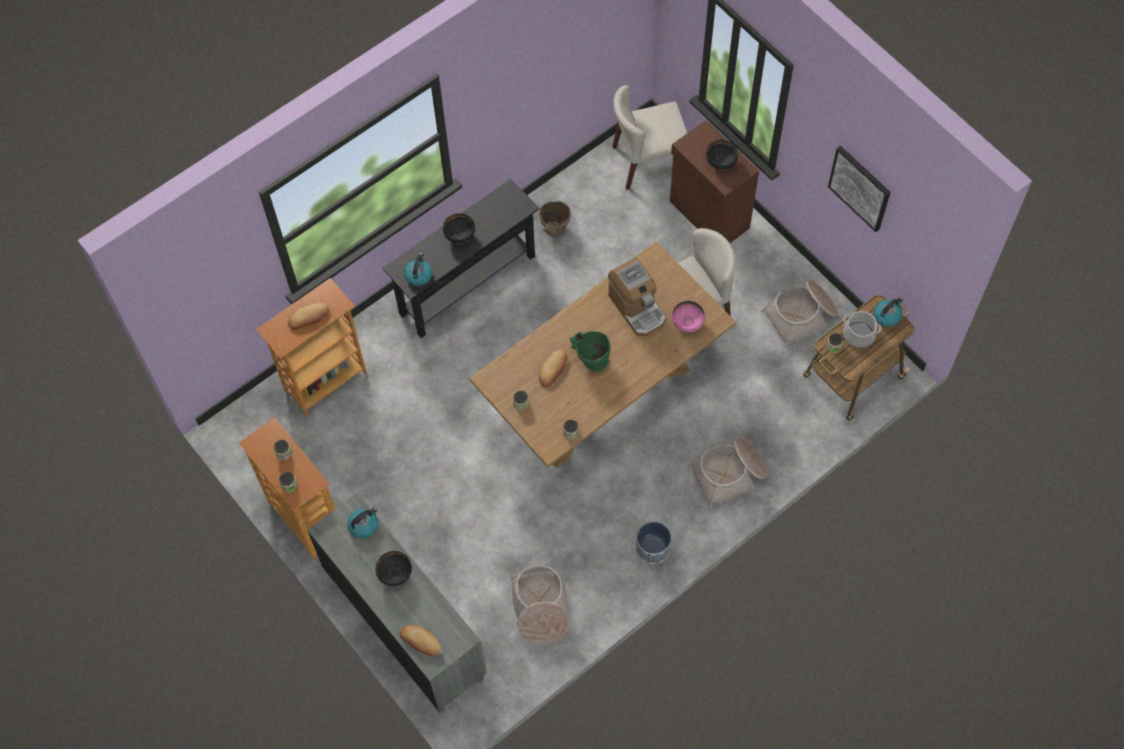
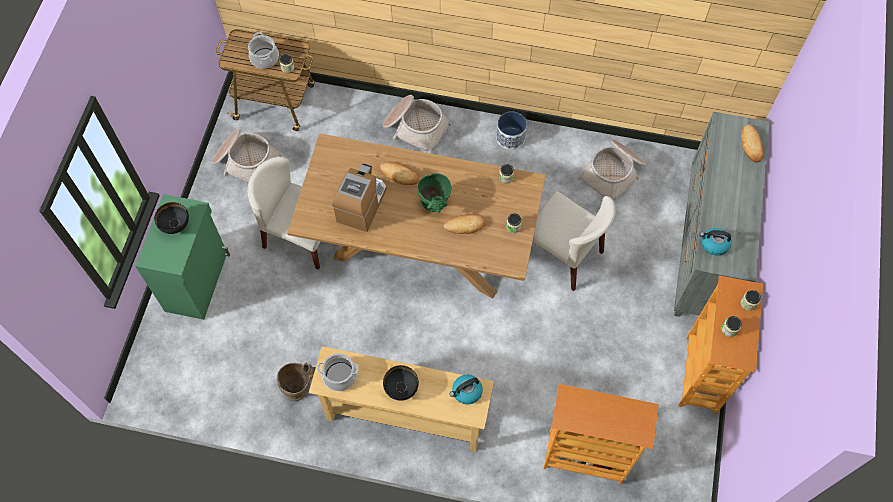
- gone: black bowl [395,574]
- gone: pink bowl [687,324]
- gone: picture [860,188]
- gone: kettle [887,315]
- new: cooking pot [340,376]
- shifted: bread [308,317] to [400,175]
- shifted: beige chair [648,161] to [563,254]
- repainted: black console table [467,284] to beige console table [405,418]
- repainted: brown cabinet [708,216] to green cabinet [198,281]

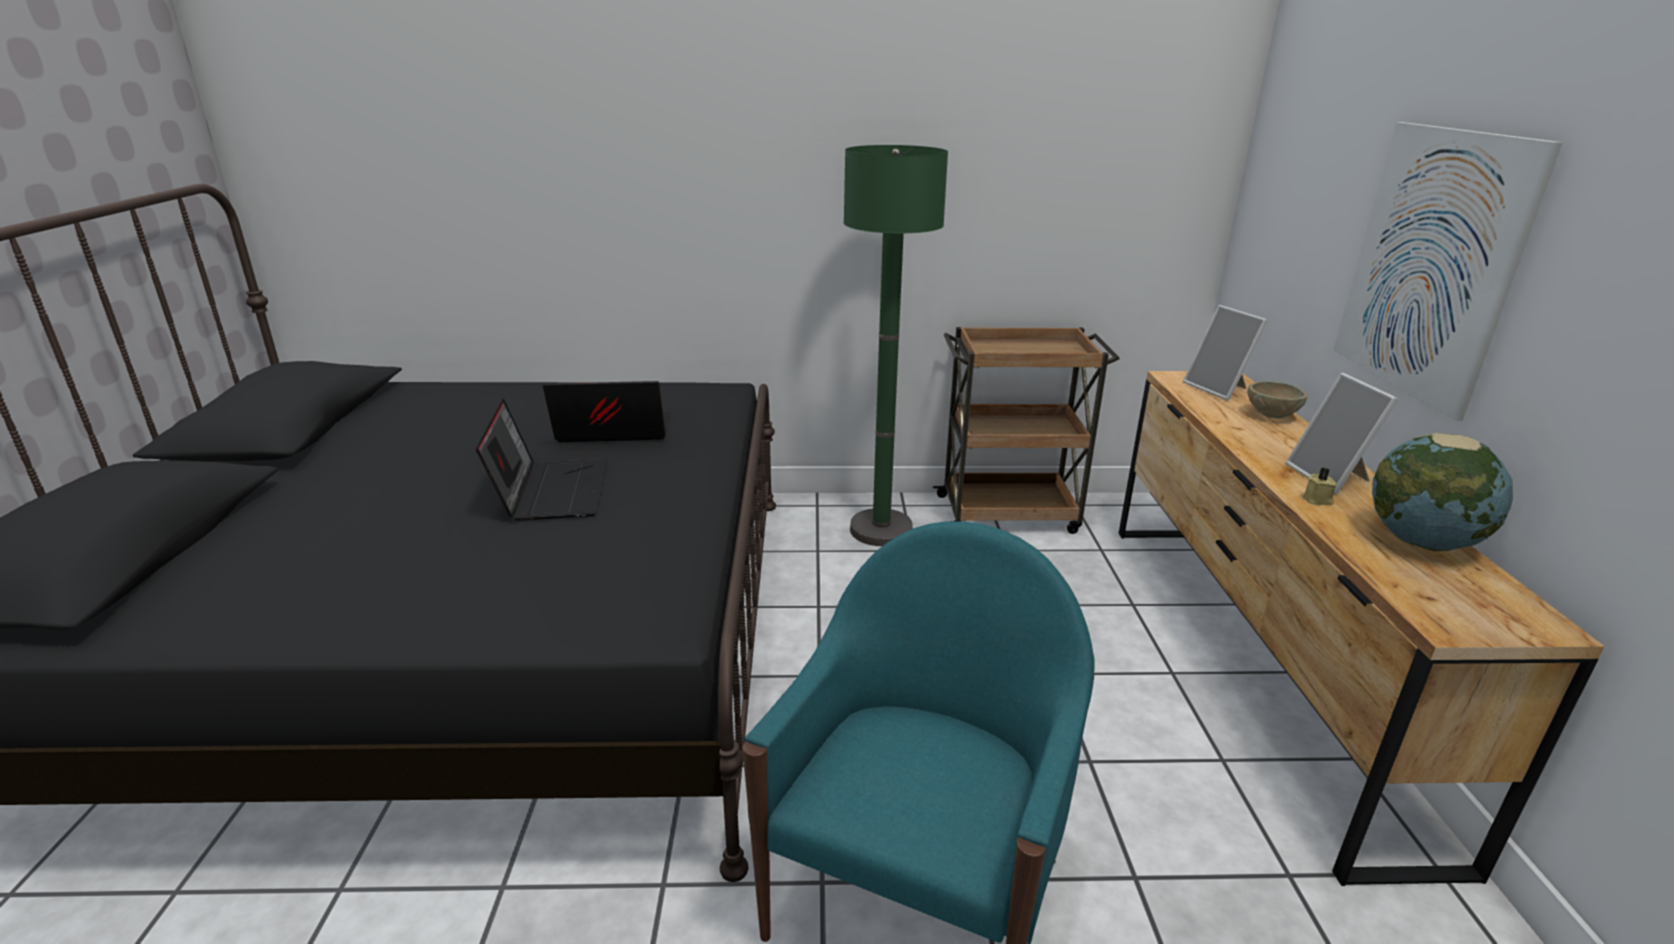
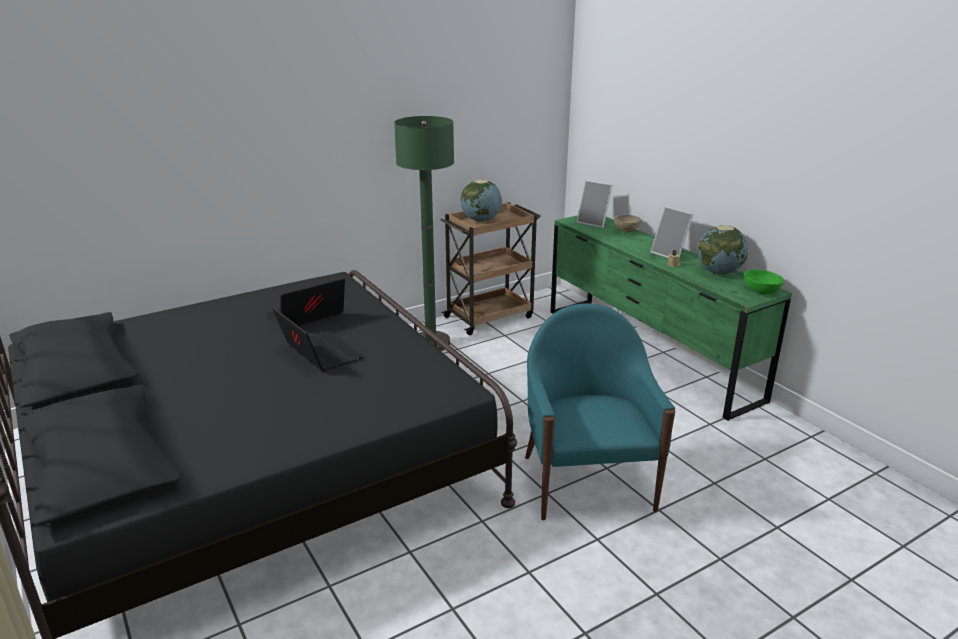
- gone: picture [1431,264]
- new: globe [481,220]
- new: green bowl [761,291]
- repainted: brown dresser [1252,662] to green dresser [647,352]

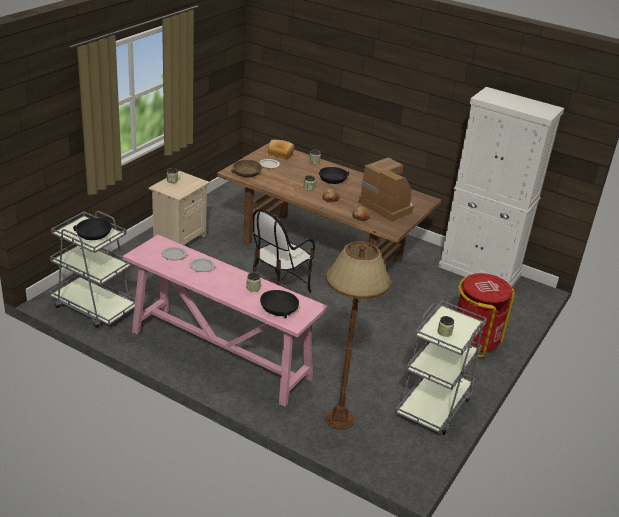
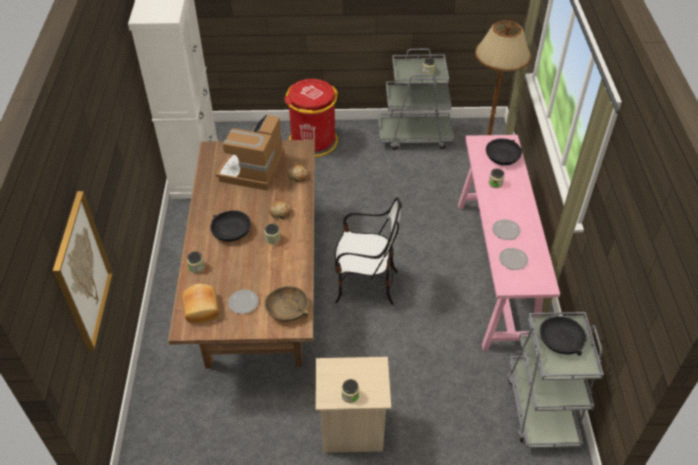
- new: picture [82,272]

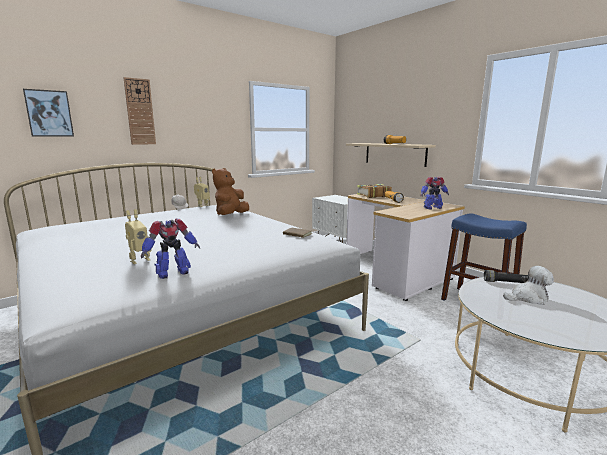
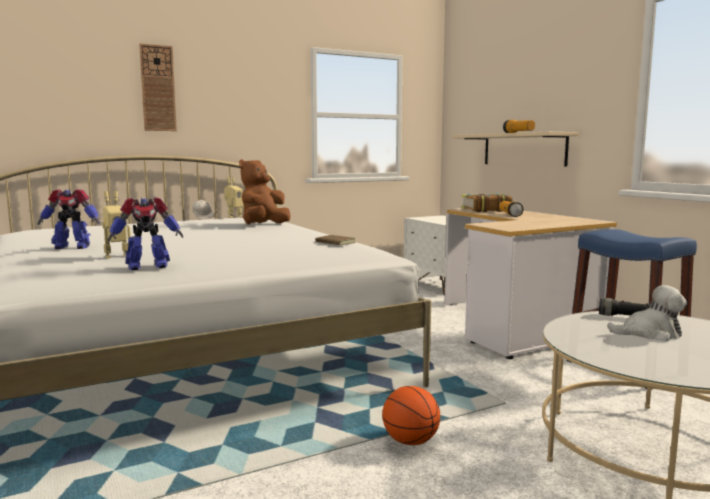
- gone: picture [49,113]
- new: basketball [410,441]
- shifted: toy robot [432,208] to [72,247]

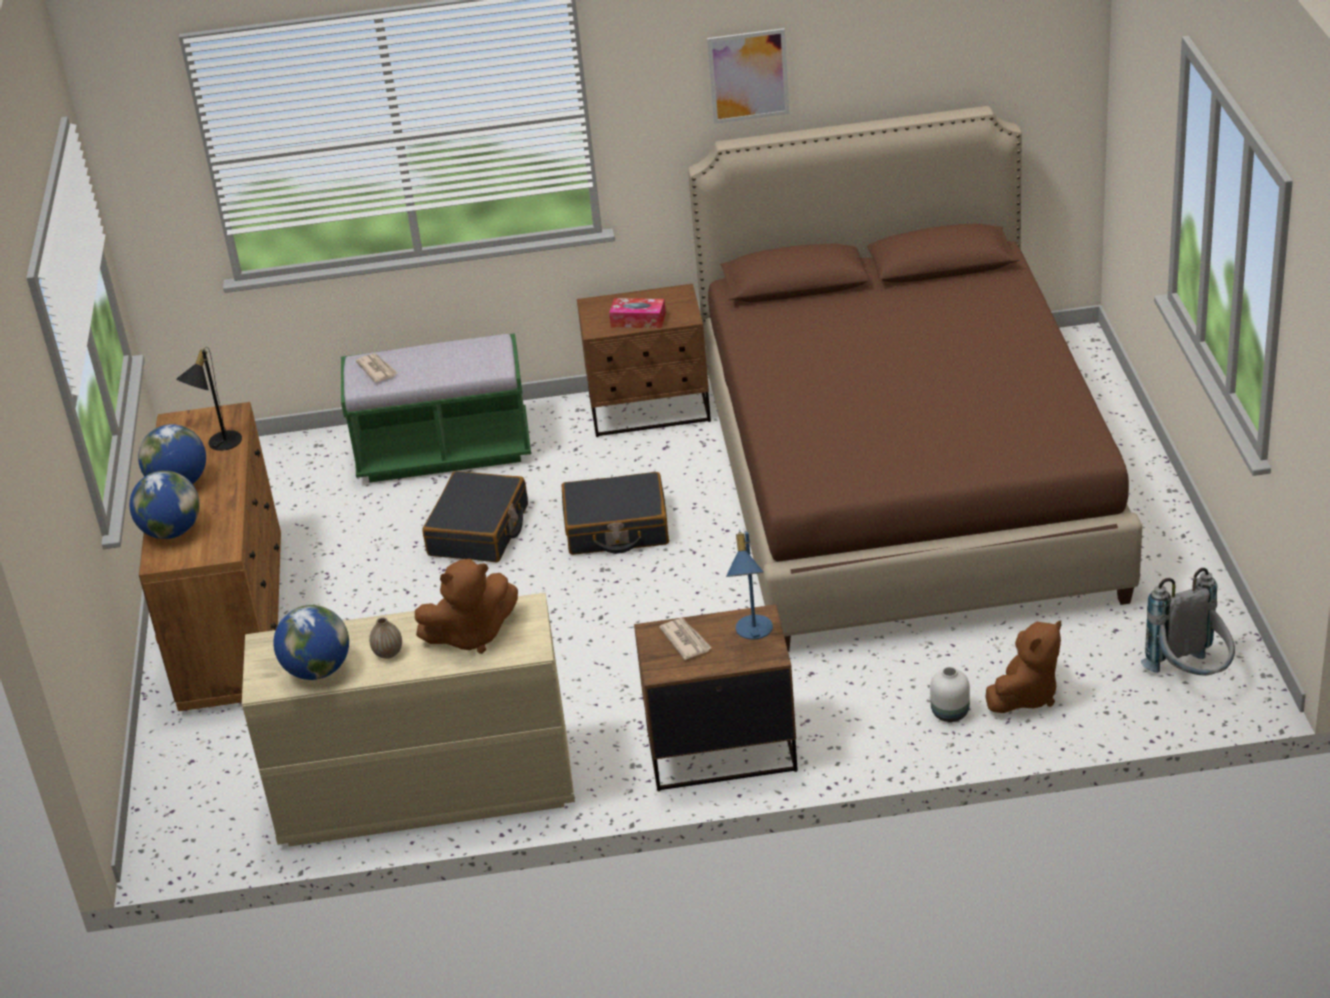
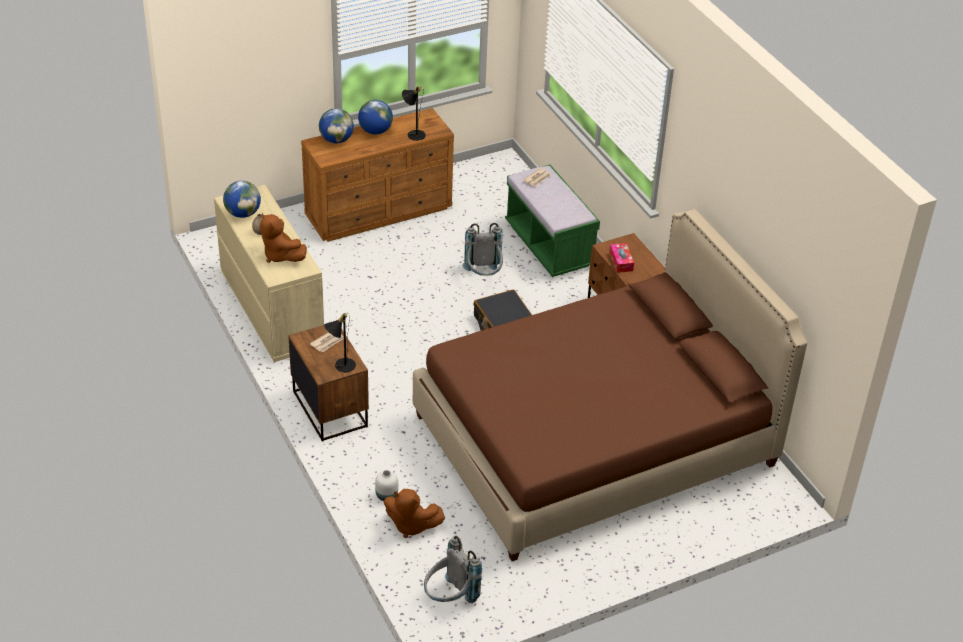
- gone: picture [748,75]
- swapped: black suitcase [479,531] to grey backpack [483,277]
- repainted: blue table lamp [752,632] to black table lamp [341,365]

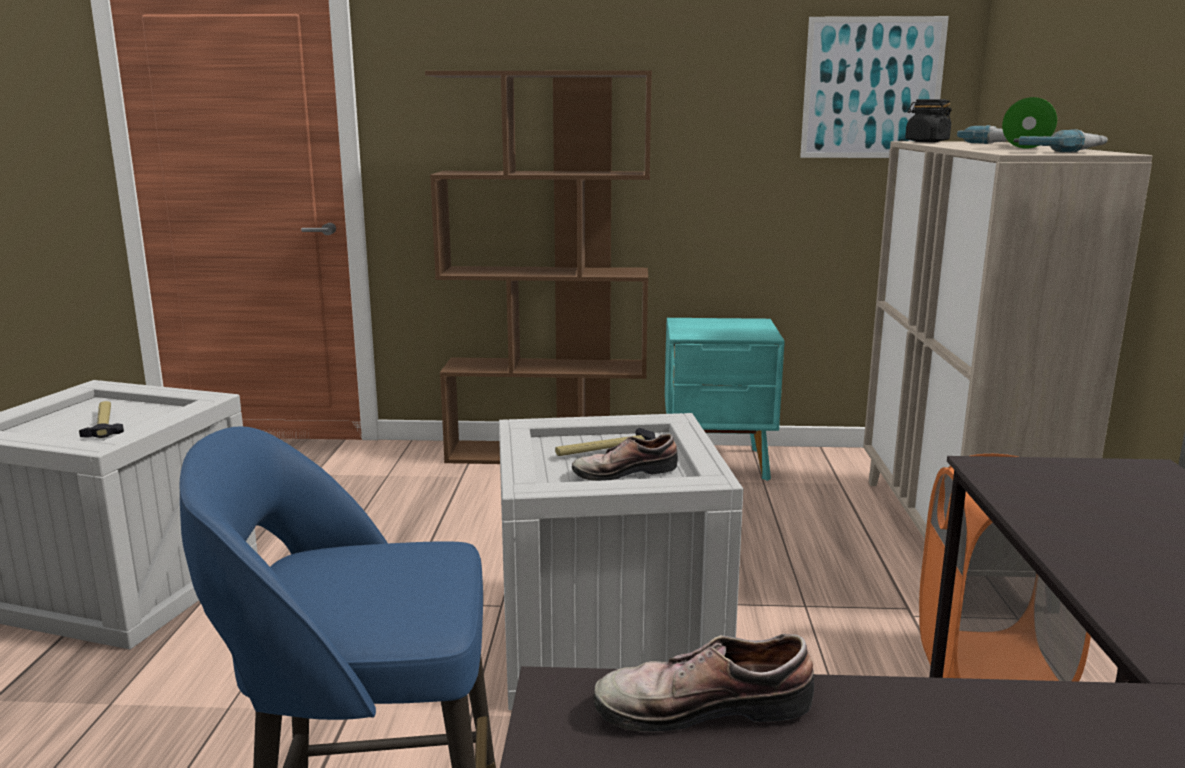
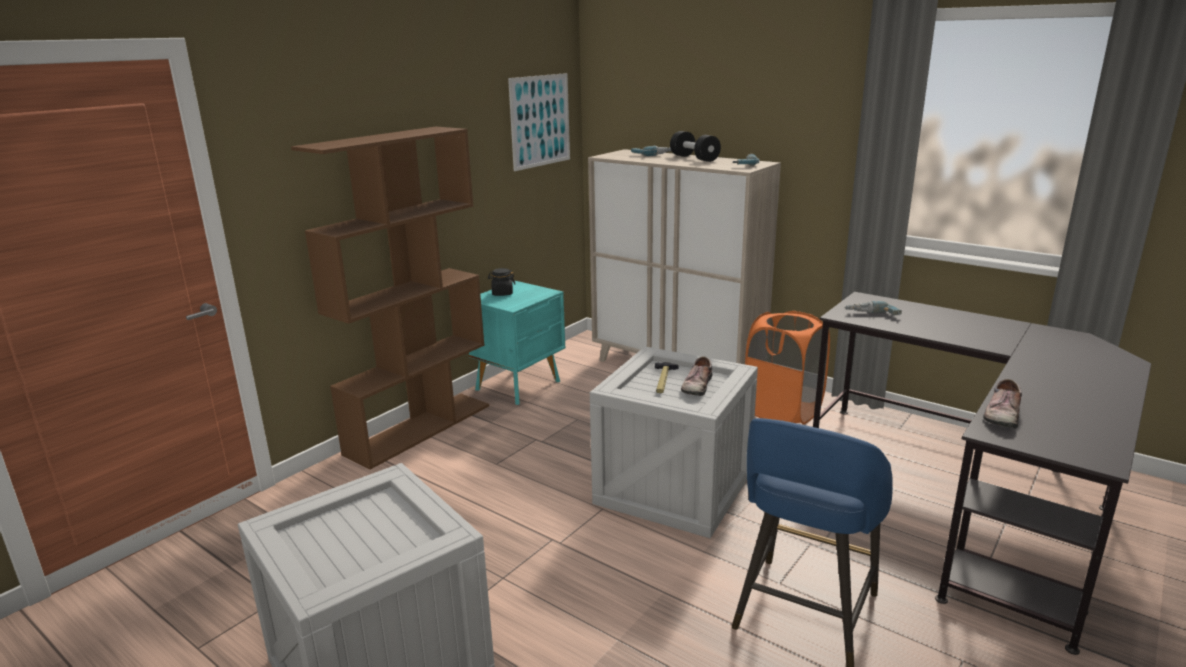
- gone: hammer [104,424]
- new: power drill [872,315]
- shifted: black jar [926,141] to [502,293]
- repainted: green dumbbell [1027,147] to black dumbbell [694,158]

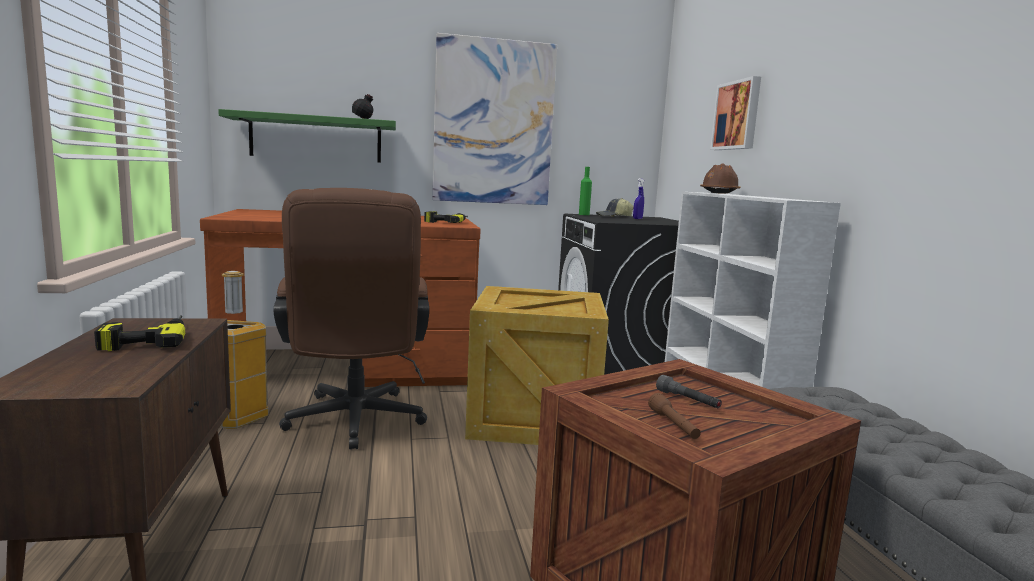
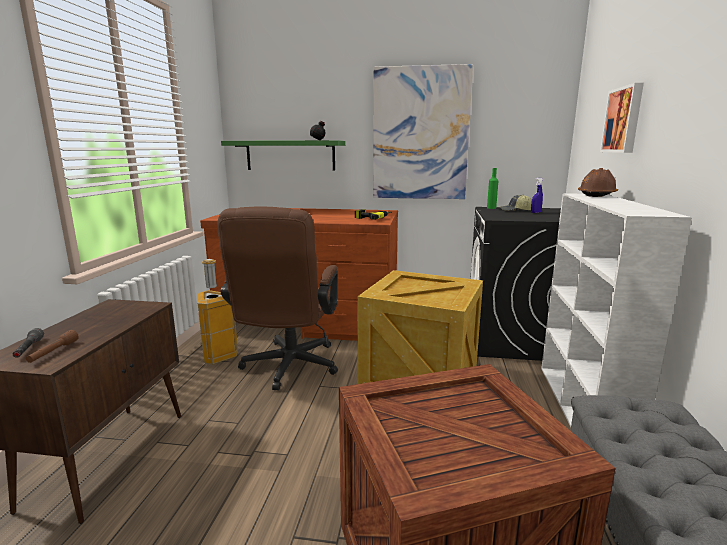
- gone: power drill [146,338]
- shifted: brown flashlight [673,425] to [53,352]
- shifted: grey flashlight [688,401] to [28,349]

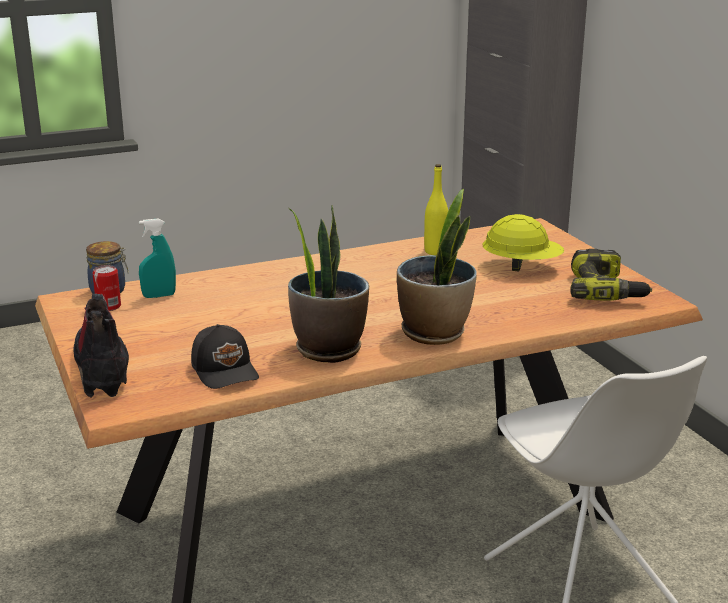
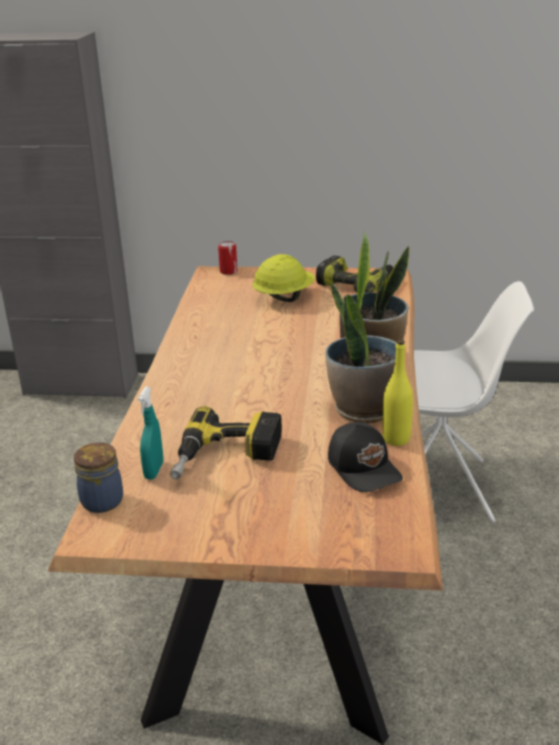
- gone: boot [103,370]
- new: power drill [226,458]
- shifted: can [108,306] to [228,271]
- shifted: yellow bottle [435,251] to [396,439]
- rotated: black cap [226,370] = [364,468] 60 degrees clockwise

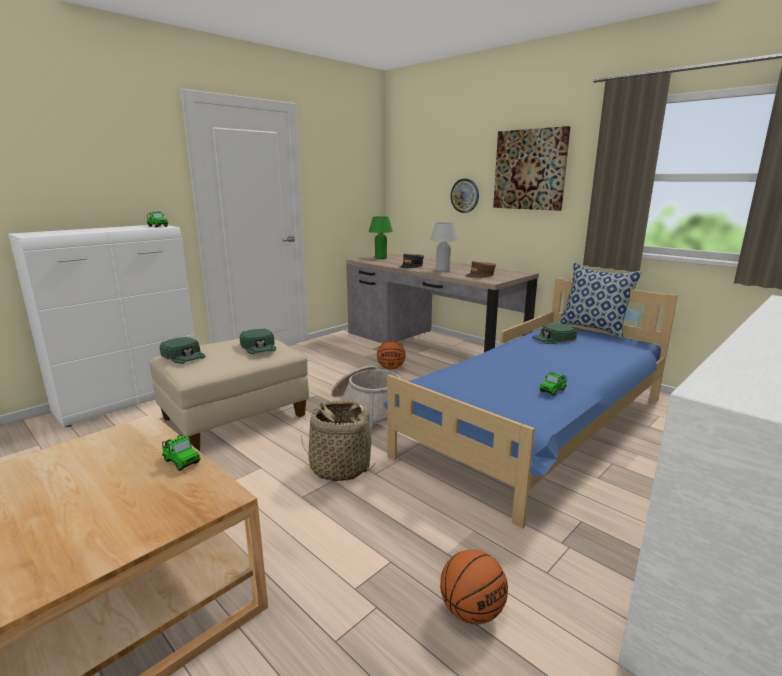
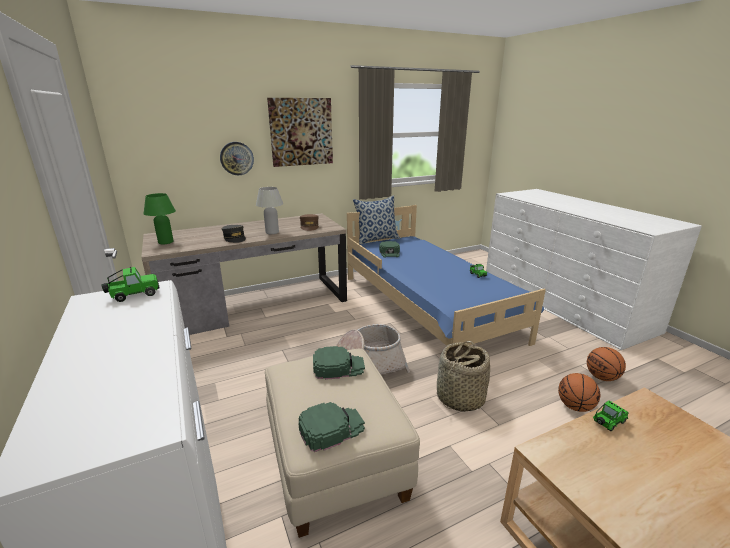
- shifted: basketball [391,368] to [574,406]

